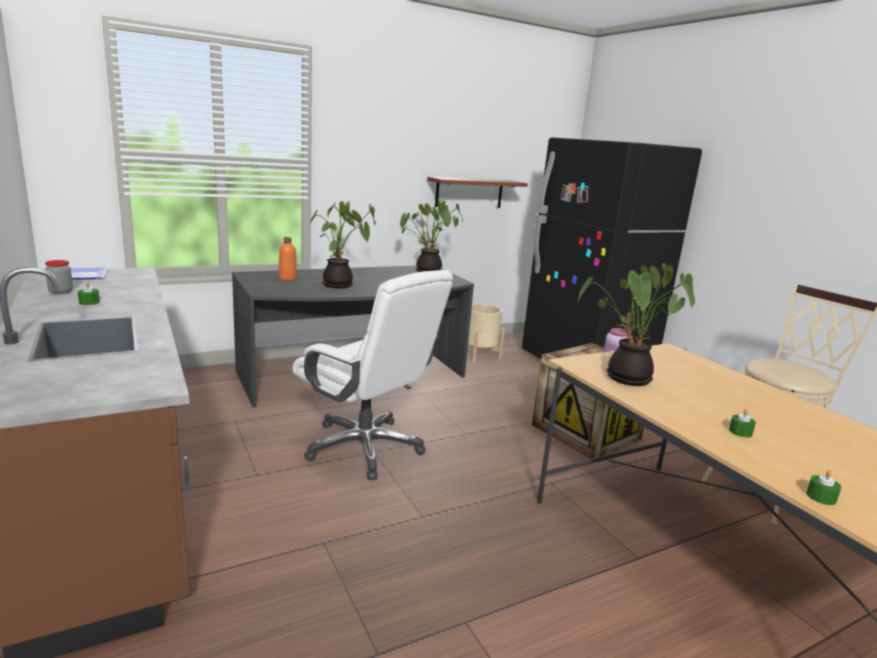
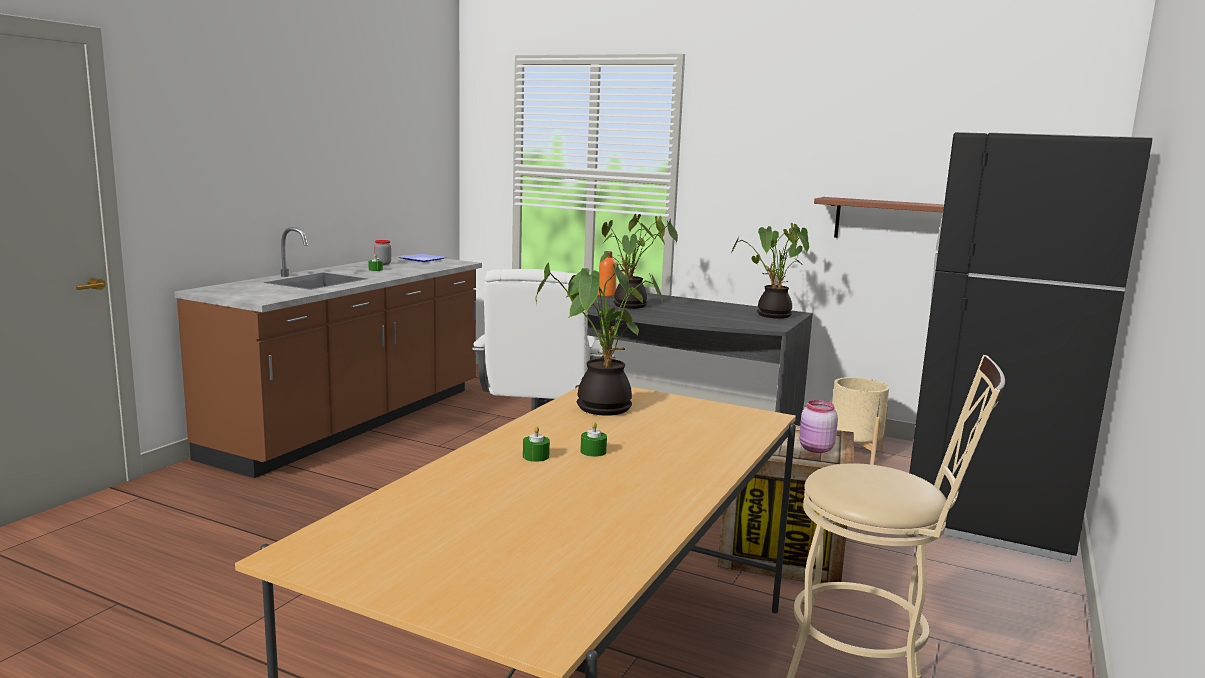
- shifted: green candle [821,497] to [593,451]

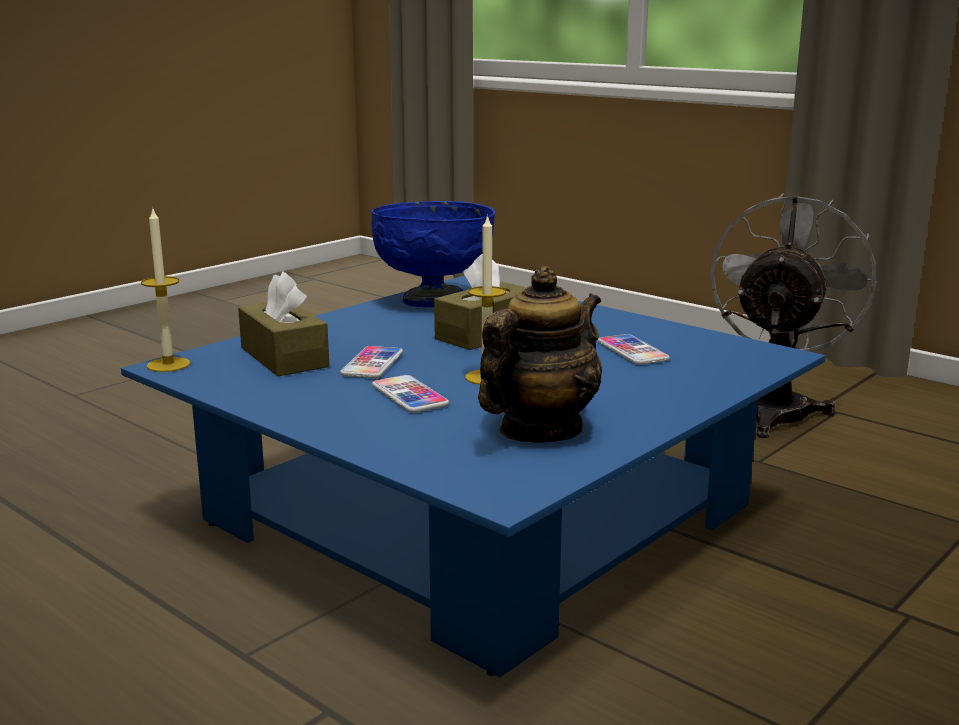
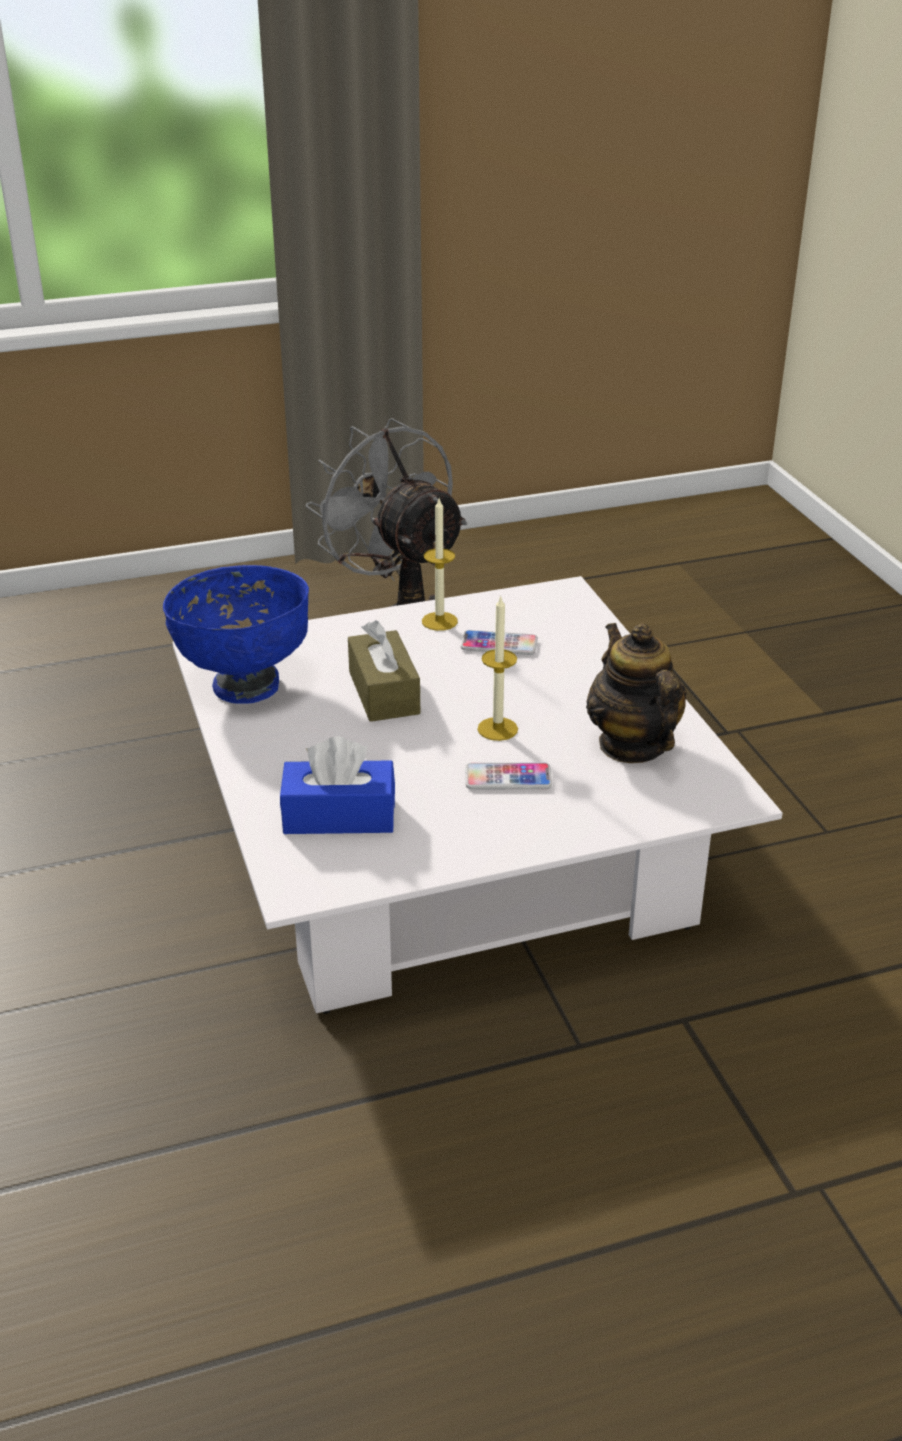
- gone: phone [372,364]
- shifted: candle [168,364] to [439,621]
- repainted: blue coffee table [475,515] to white coffee table [449,850]
- repainted: brown tissue box [284,357] to blue tissue box [339,816]

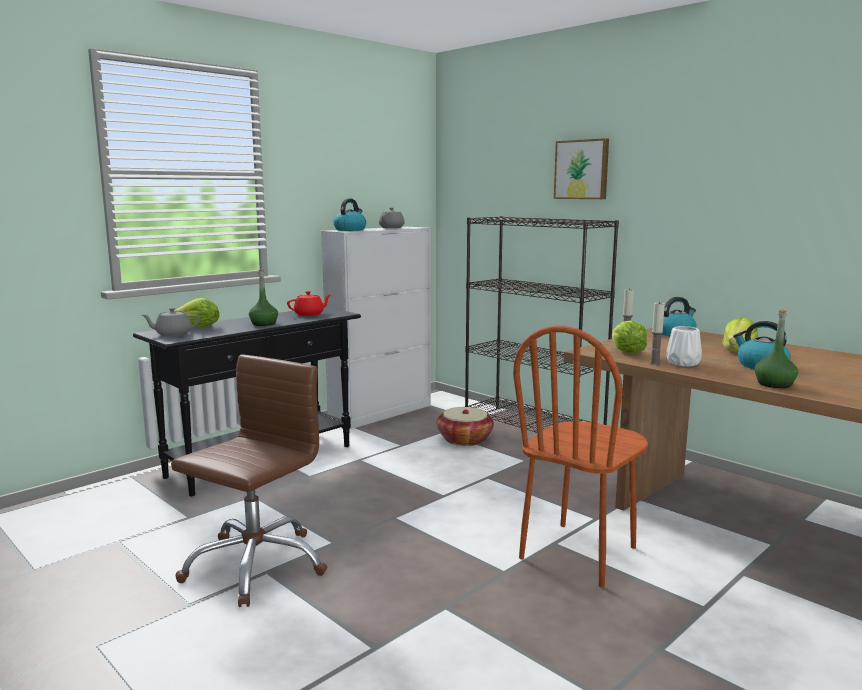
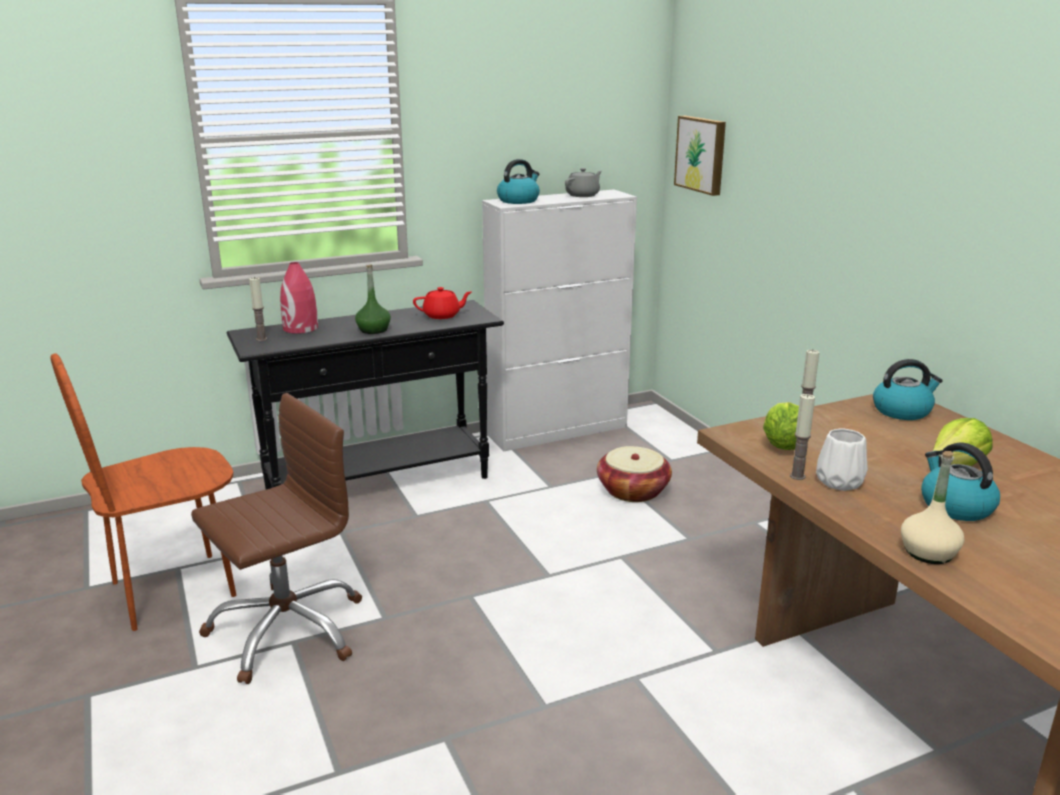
- gone: black bookcase [533,428]
- shifted: brown chair [579,553] to [174,590]
- shifted: picture [582,169] to [702,154]
- swapped: grey teapot [172,334] to candle [261,339]
- swapped: lettuce [199,327] to red vase [300,328]
- repainted: green bottle [774,384] to beige bottle [928,553]

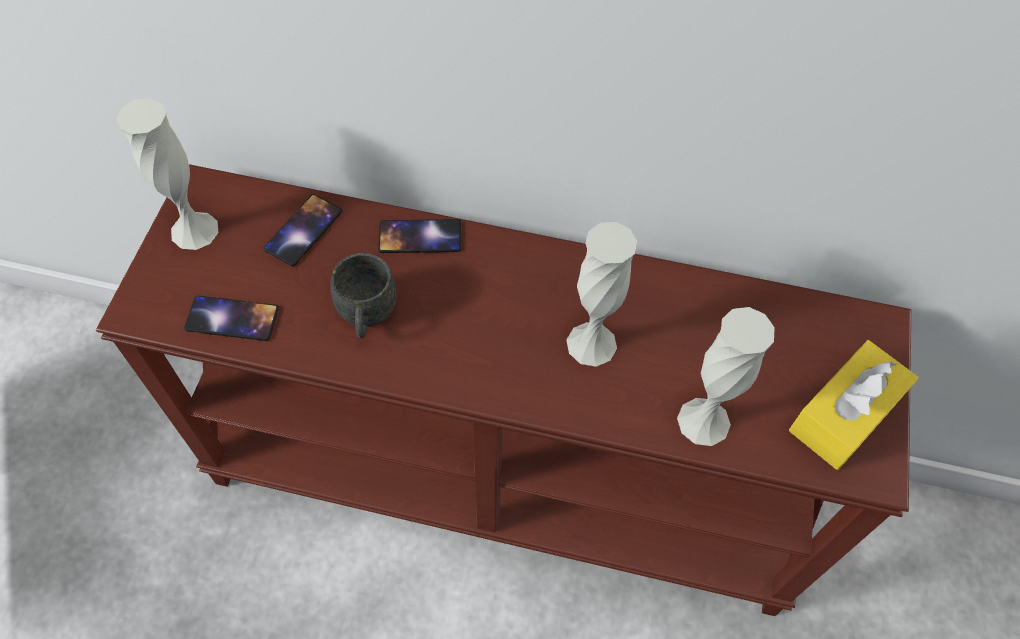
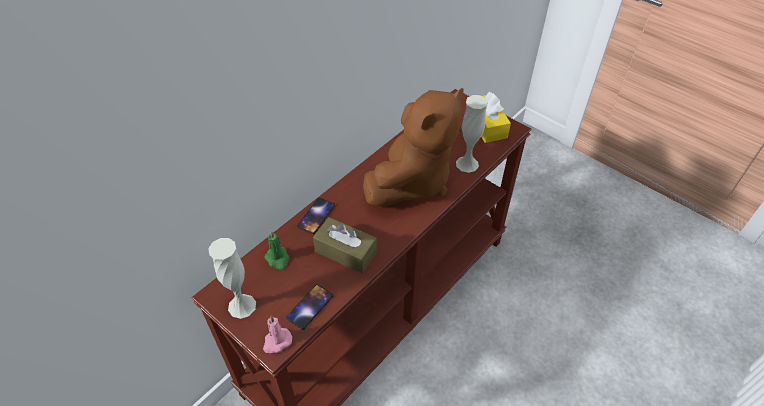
- new: pink candle [277,342]
- swapped: phone [303,230] to green candle [278,259]
- swapped: grey mug [366,315] to brown tissue box [345,252]
- swapped: white vase [591,344] to brown plush toy [412,181]

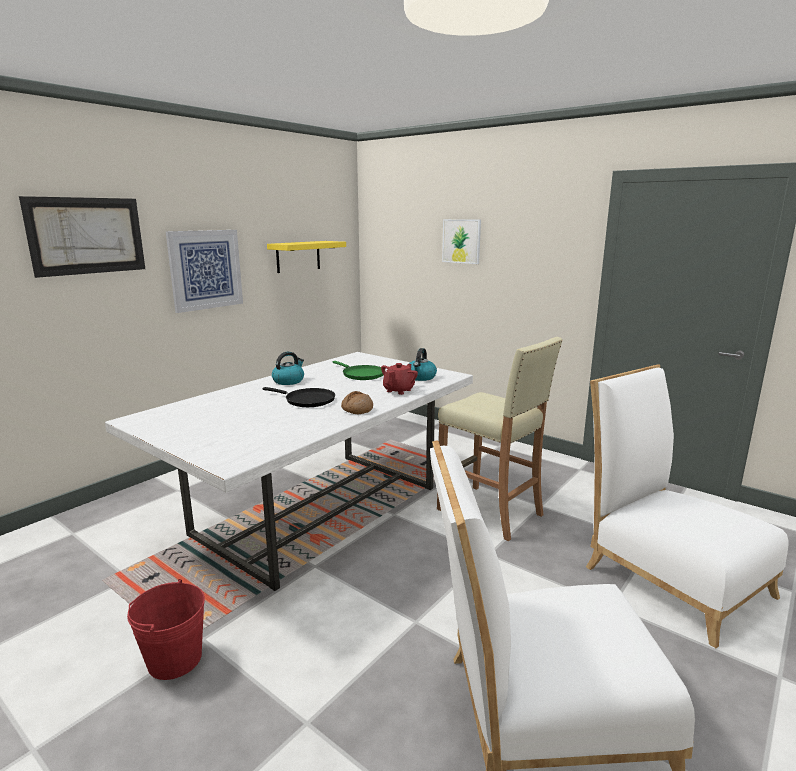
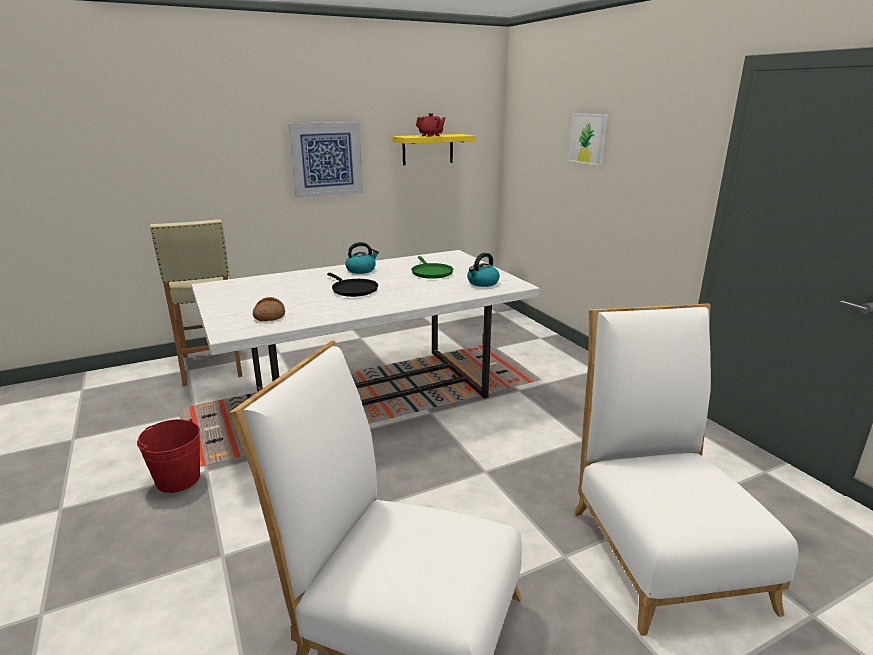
- gone: picture [87,236]
- shifted: bread [357,409] to [269,316]
- shifted: red teapot [399,390] to [431,135]
- shifted: beige stool [490,512] to [212,366]

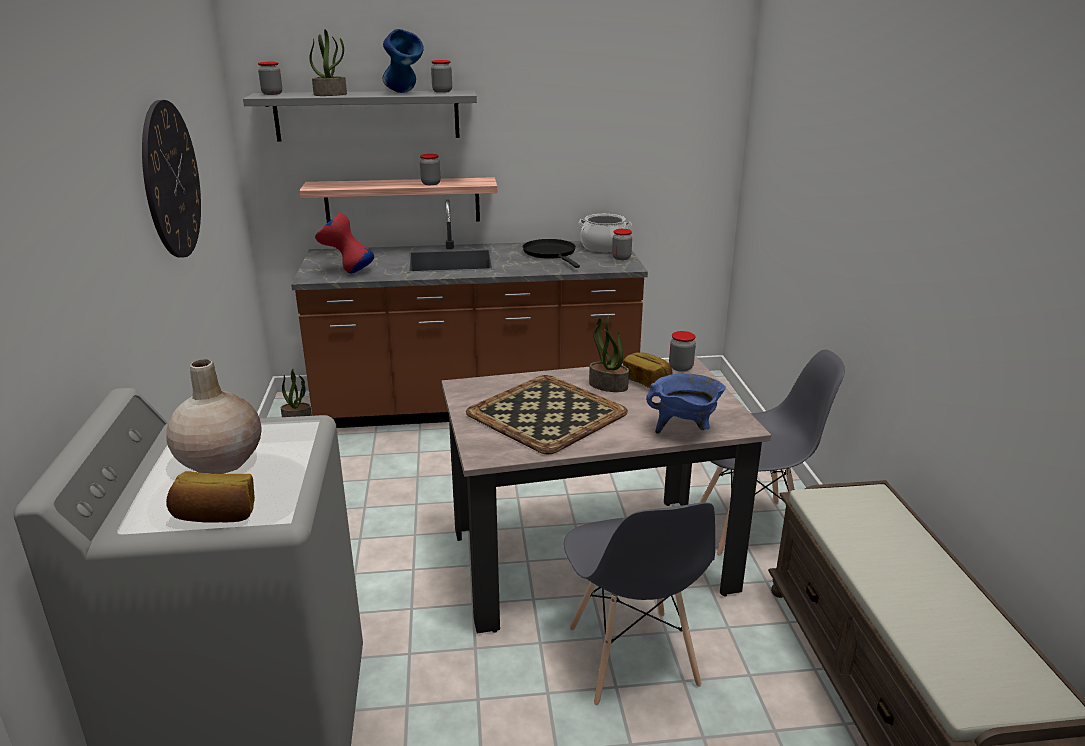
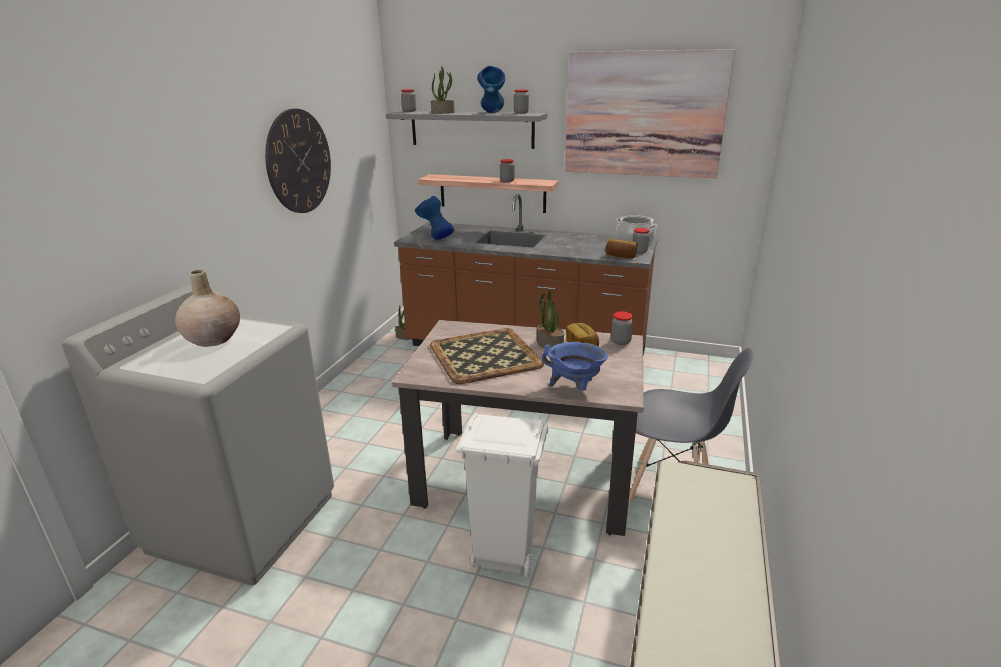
- gone: black frying pan [551,253]
- new: picture [643,114]
- shifted: bread [216,516] to [621,256]
- swapped: grey chair [632,657] to white trash can [503,557]
- repainted: red vase [347,272] to blue vase [435,238]

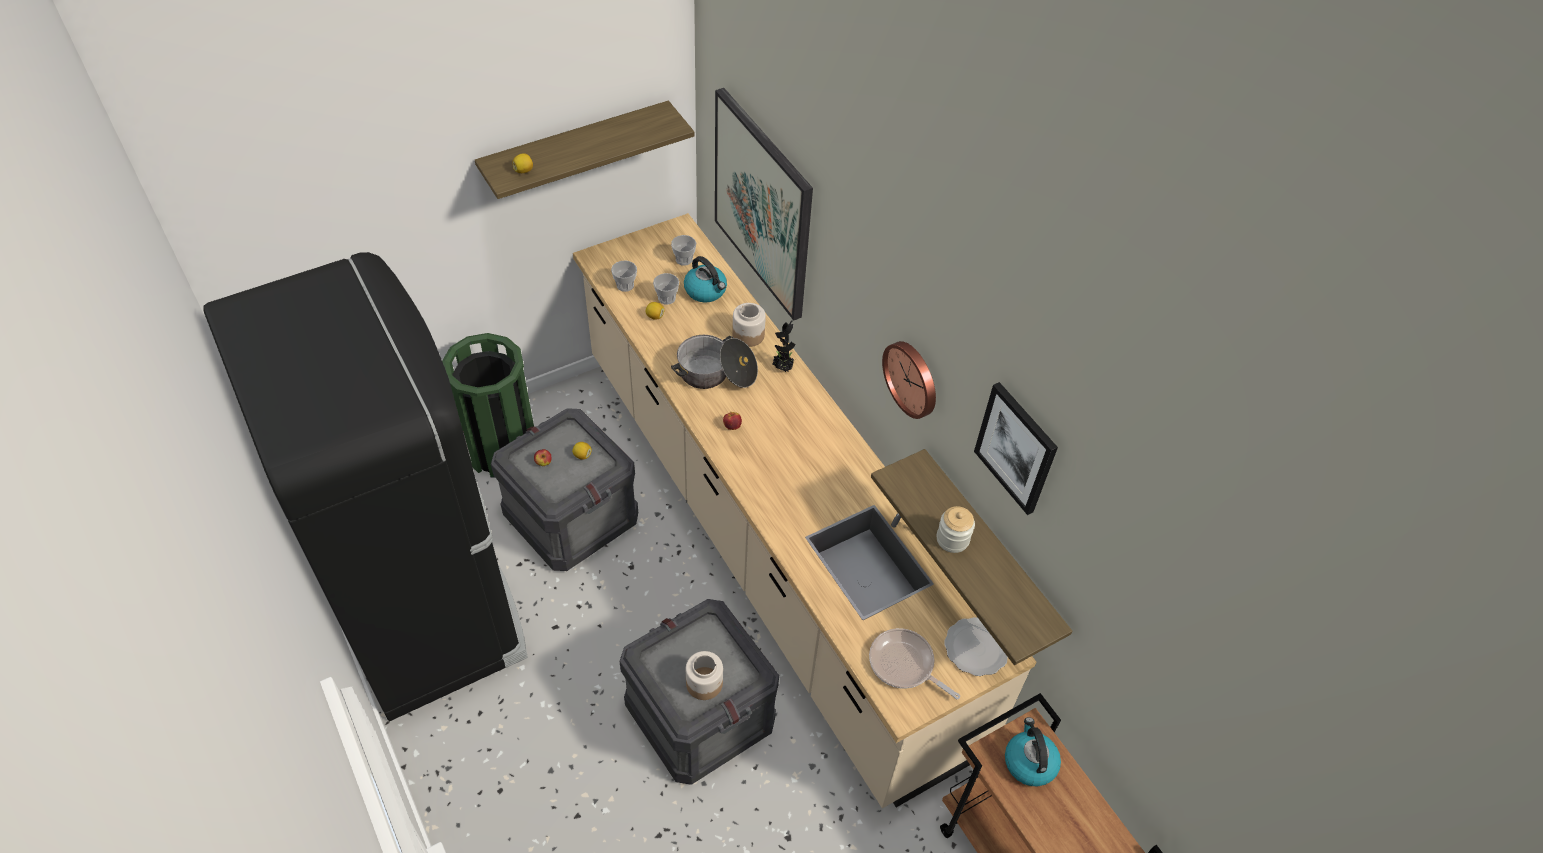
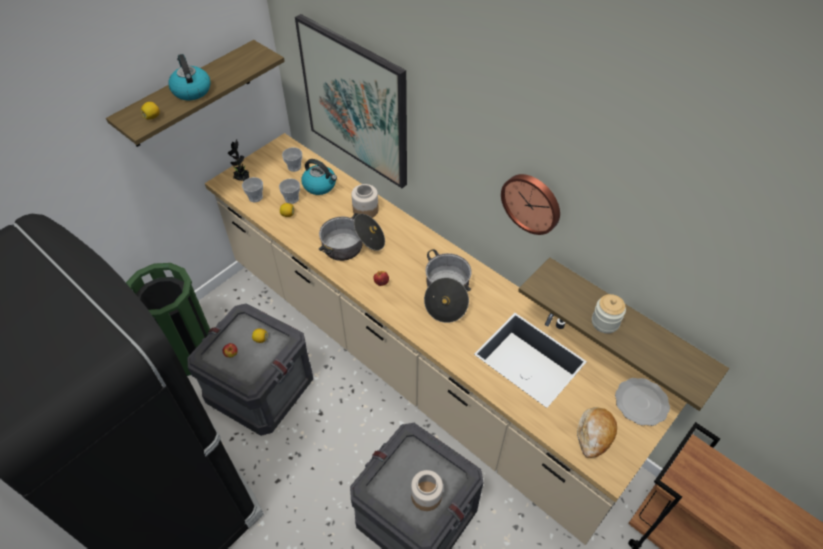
- gone: picture [1016,448]
- new: cooking pot [446,294]
- shifted: potted plant [783,368] to [243,179]
- shifted: kettle [1029,762] to [191,90]
- swapped: frying pan [904,665] to bread [595,434]

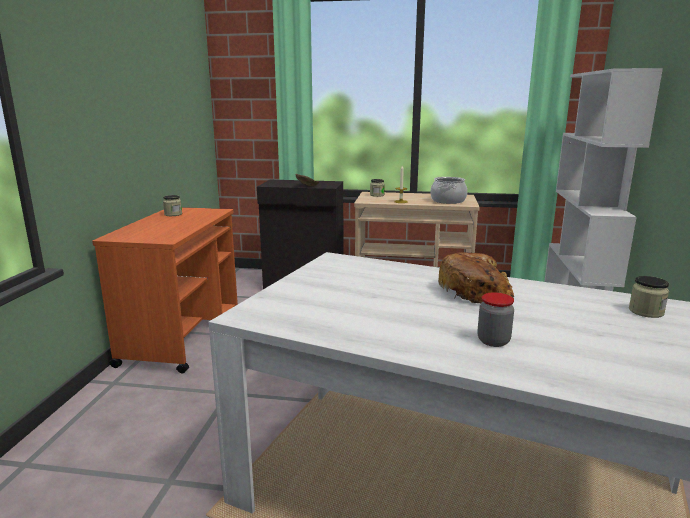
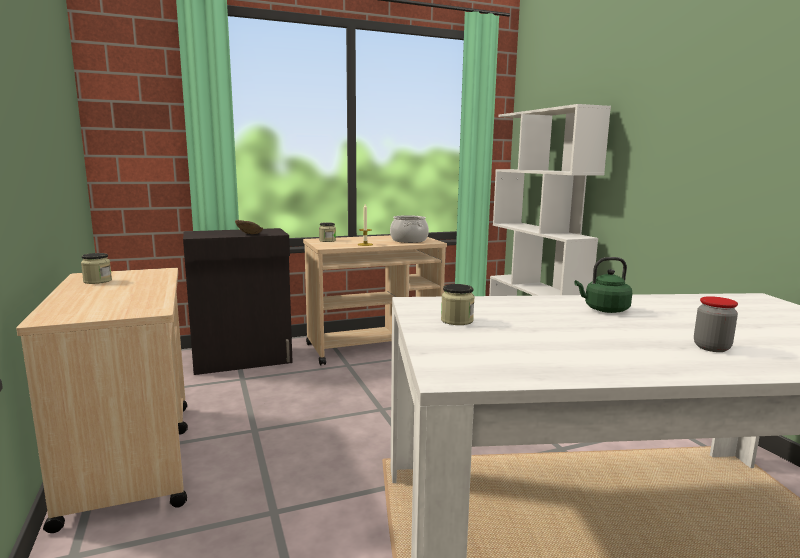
- shifted: jar [646,311] to [457,320]
- swapped: bread [475,291] to green kettle [604,310]
- repainted: orange cart [183,336] to beige cart [131,458]

